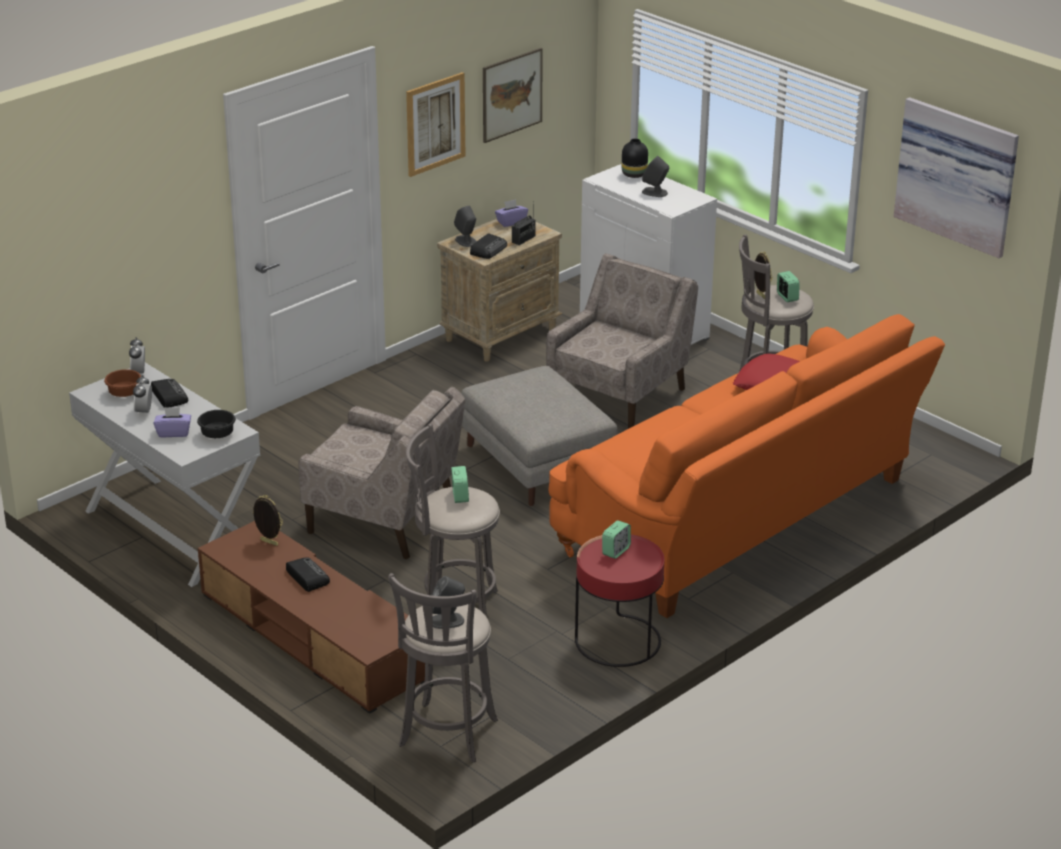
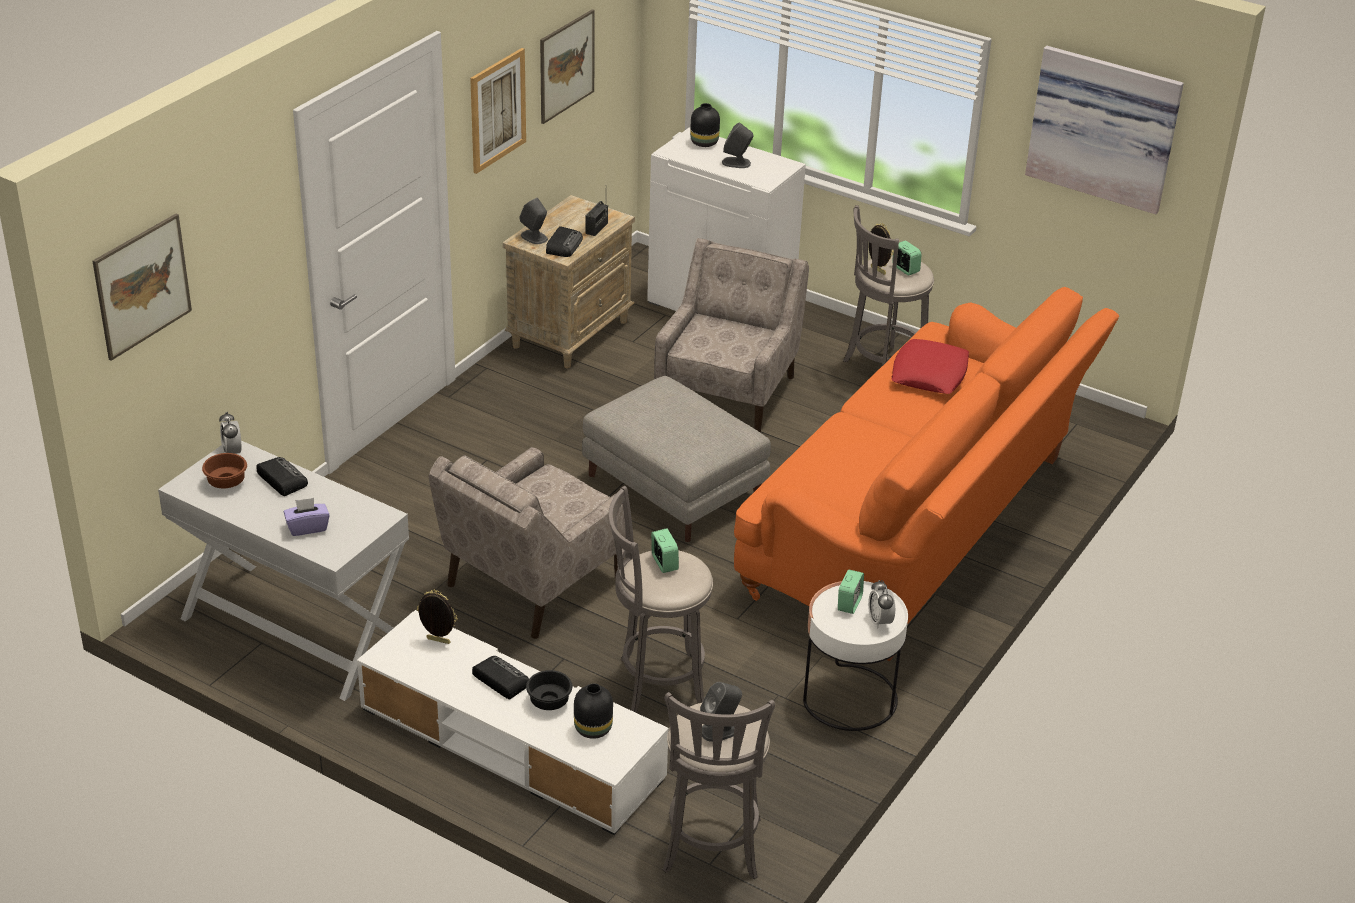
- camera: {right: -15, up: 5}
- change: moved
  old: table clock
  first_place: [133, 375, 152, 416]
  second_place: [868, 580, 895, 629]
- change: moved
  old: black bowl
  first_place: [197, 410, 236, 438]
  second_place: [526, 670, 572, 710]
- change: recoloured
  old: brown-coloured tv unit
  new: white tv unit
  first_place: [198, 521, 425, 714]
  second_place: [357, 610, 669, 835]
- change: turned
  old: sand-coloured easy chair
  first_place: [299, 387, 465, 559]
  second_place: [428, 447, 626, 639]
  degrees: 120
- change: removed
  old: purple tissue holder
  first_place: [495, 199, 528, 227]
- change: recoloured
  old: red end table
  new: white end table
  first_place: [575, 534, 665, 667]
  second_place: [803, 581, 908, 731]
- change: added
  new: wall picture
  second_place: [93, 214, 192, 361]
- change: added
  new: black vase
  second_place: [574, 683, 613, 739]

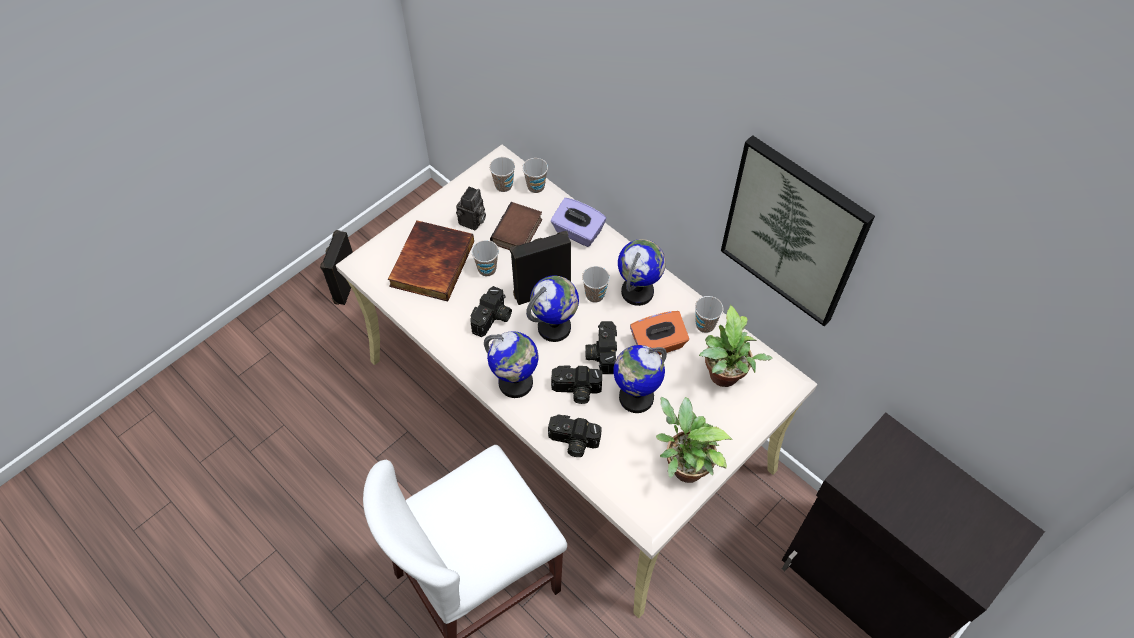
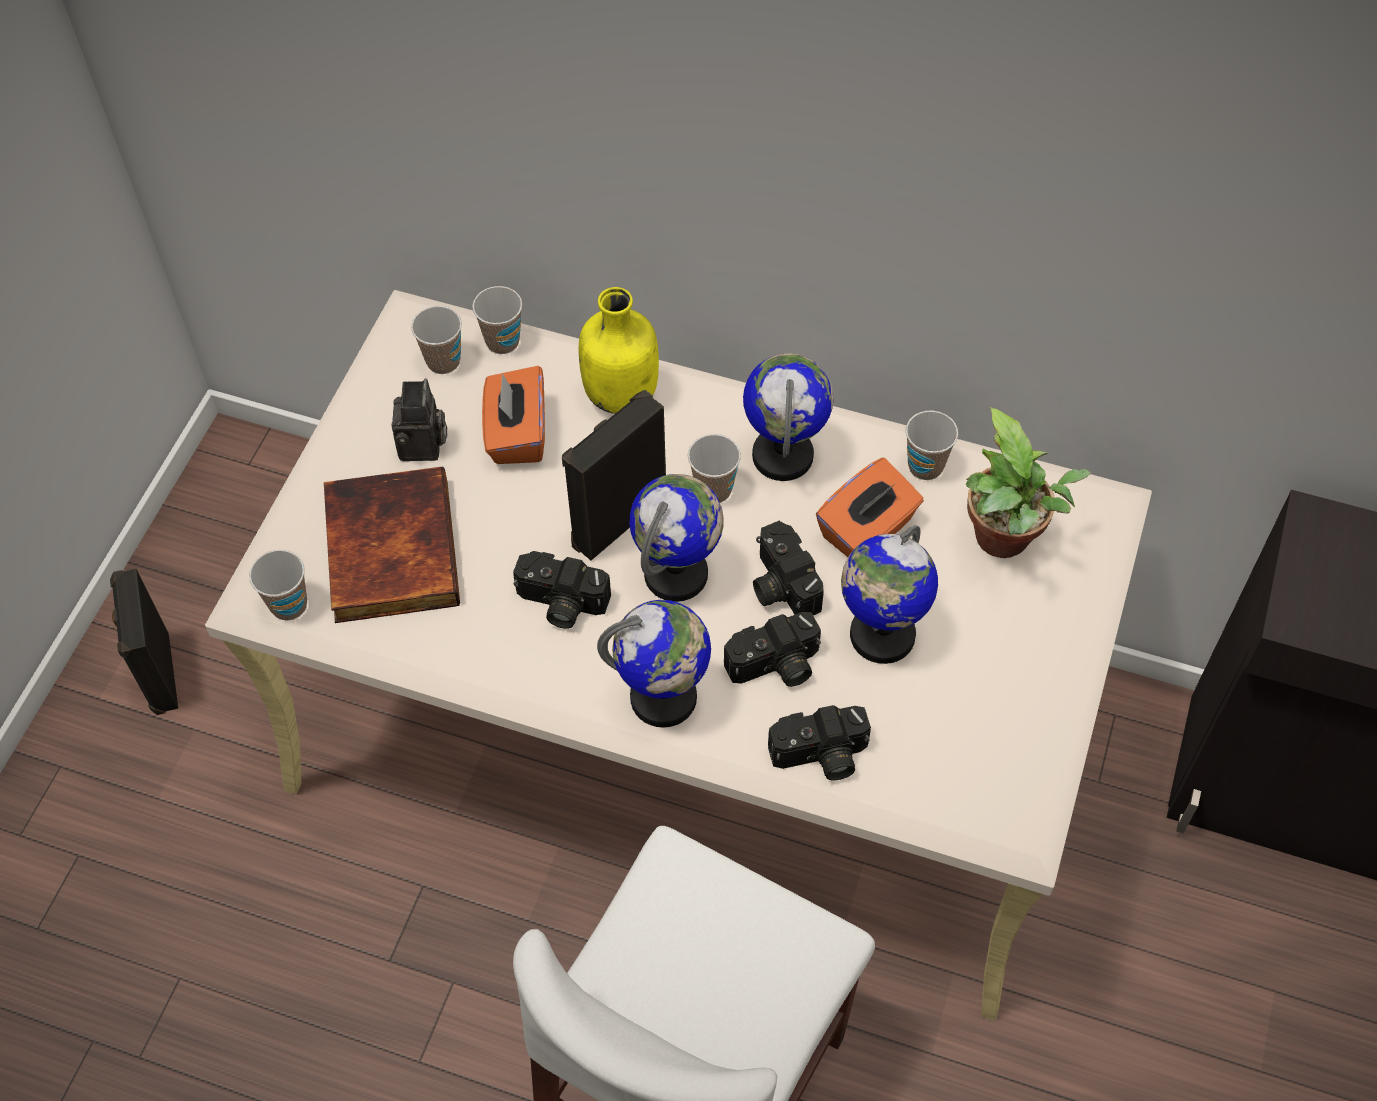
- camera: {right: -25, up: 0}
- change: moved
  old: cup
  first_place: [471, 240, 499, 276]
  second_place: [249, 550, 307, 621]
- change: turned
  old: photo camera
  first_place: [471, 286, 512, 337]
  second_place: [513, 551, 611, 629]
  degrees: 105
- change: replaced
  old: book
  new: orange tissue holder
  first_place: [490, 202, 542, 250]
  second_place: [482, 366, 545, 464]
- change: replaced
  old: purple tissue holder
  new: yellow beverage bottle
  first_place: [551, 198, 606, 247]
  second_place: [579, 287, 659, 414]
- change: removed
  old: houseplant
  first_place: [656, 397, 733, 483]
- change: removed
  old: wall picture
  first_place: [721, 135, 875, 326]

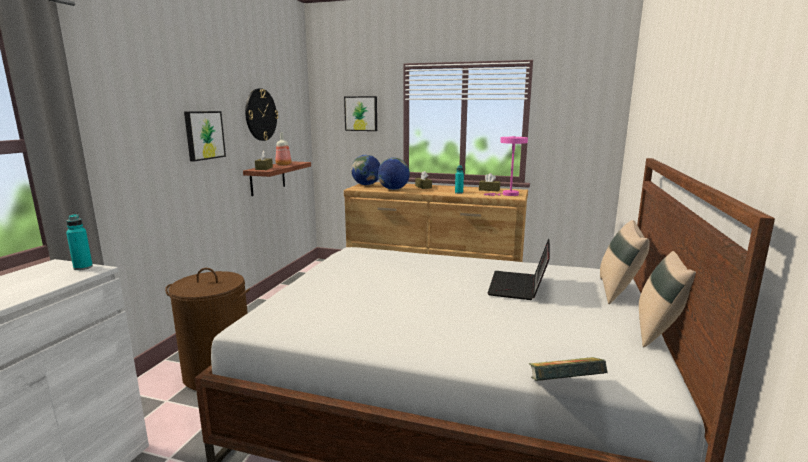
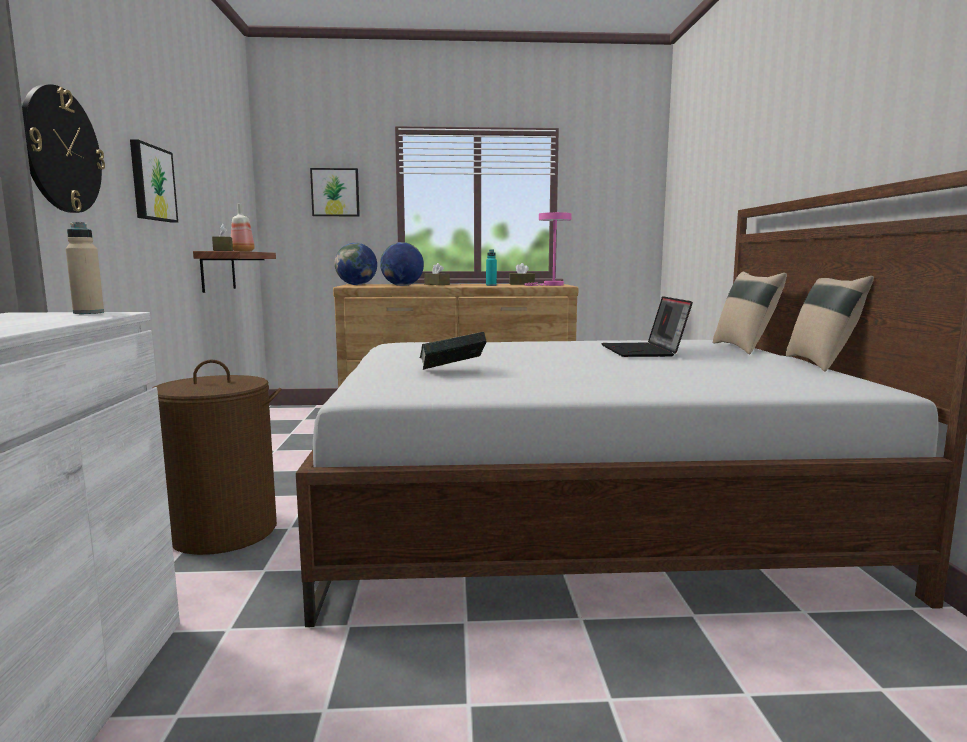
- camera: {right: -20, up: -5}
- change: recoloured
  old: turquoise beverage bottle
  new: sand-coloured beverage bottle
  first_place: [66, 214, 93, 270]
  second_place: [66, 222, 104, 314]
- change: moved
  old: clock on the wall
  first_place: [245, 88, 278, 141]
  second_place: [22, 84, 105, 213]
- change: moved
  old: book
  first_place: [529, 357, 607, 381]
  second_place: [420, 332, 487, 370]

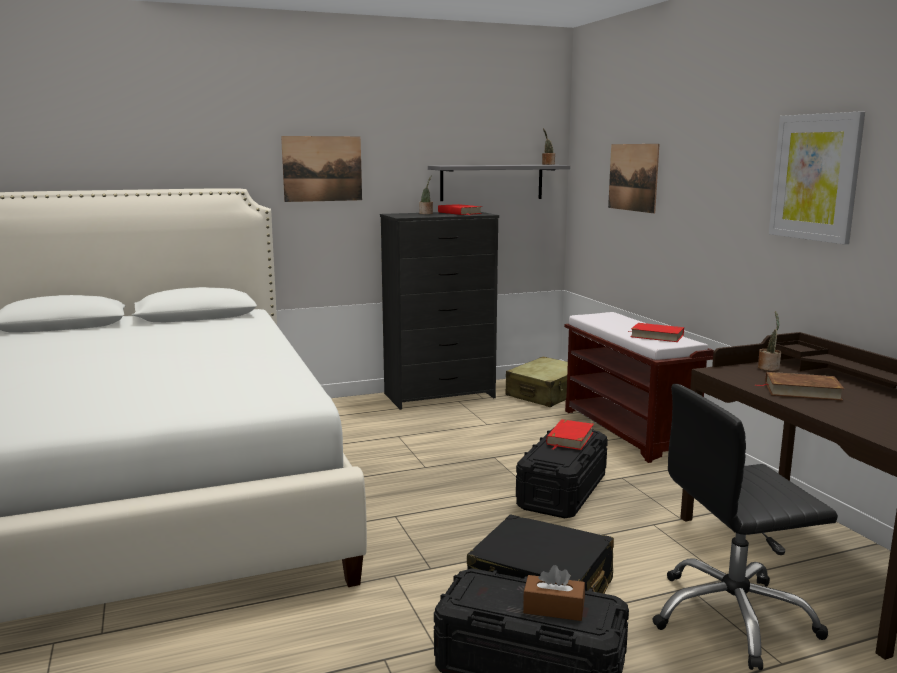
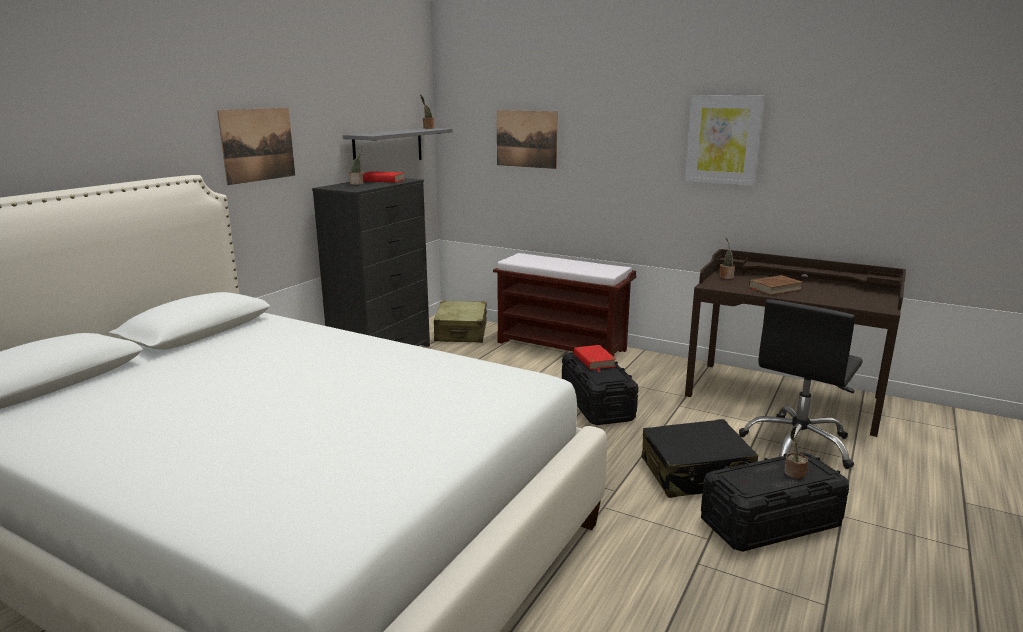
- camera: {right: -40, up: 5}
- change: replaced
  old: brown-coloured tissue holder
  new: houseplant
  first_place: [523, 565, 585, 621]
  second_place: [784, 426, 808, 479]
- change: removed
  old: red book
  first_place: [629, 323, 684, 342]

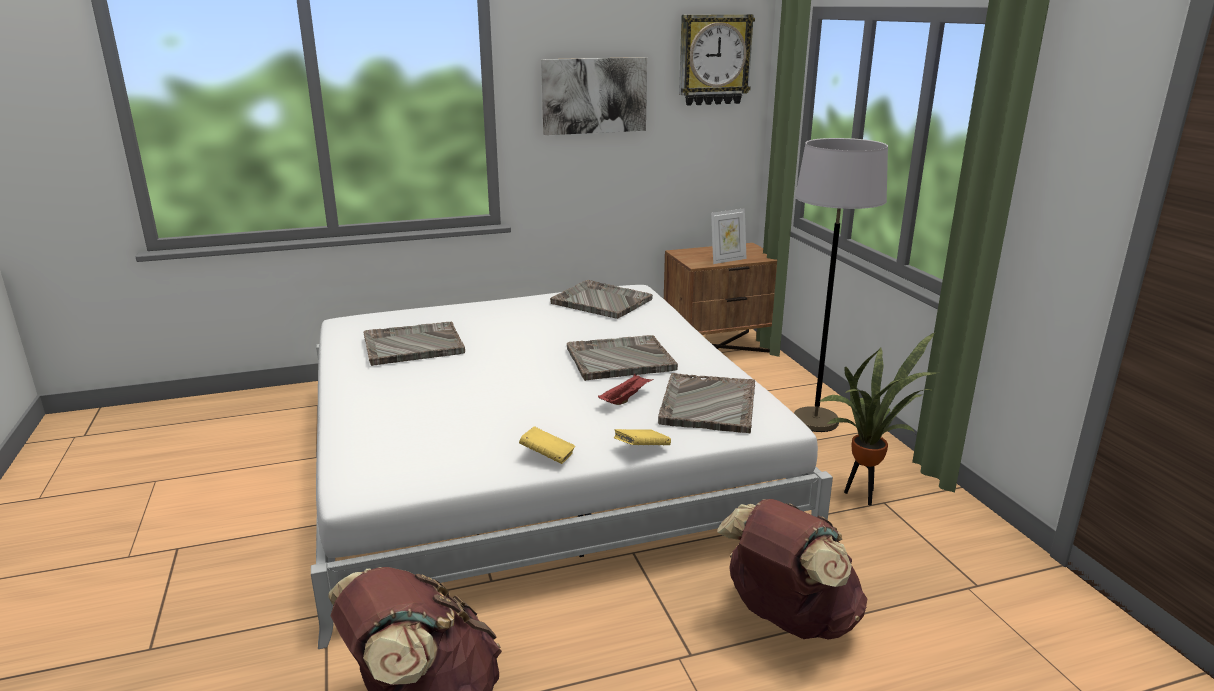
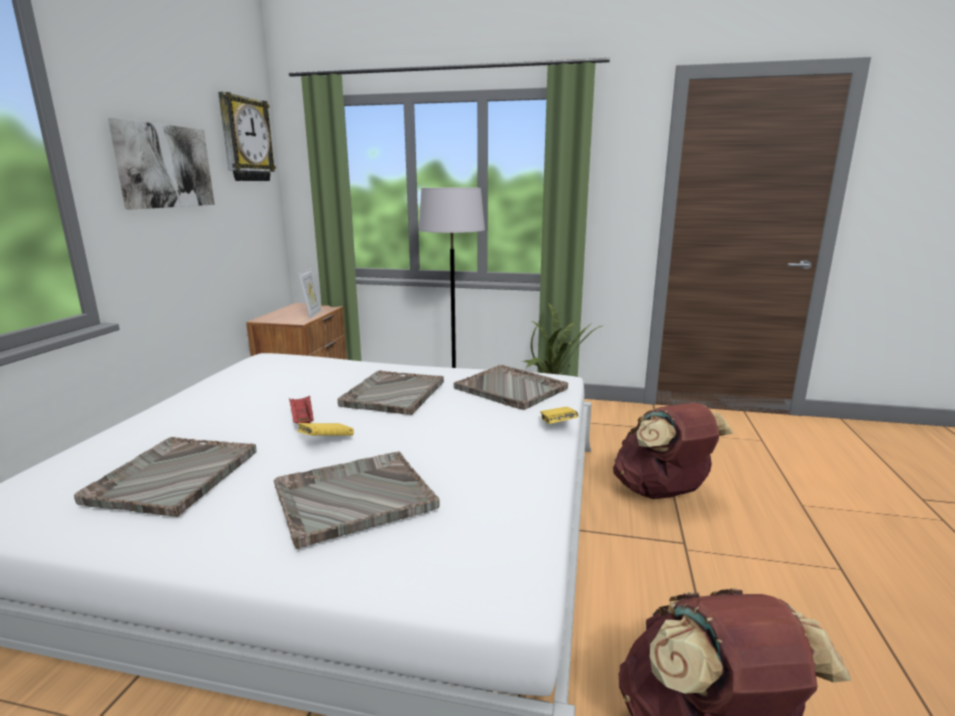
- camera: {right: -60, up: -5}
- change: moved
  old: yellow book
  first_place: [519, 426, 575, 464]
  second_place: [298, 423, 354, 436]
- change: moved
  old: grey carrying tray
  first_place: [550, 280, 653, 319]
  second_place: [274, 452, 439, 549]
- change: moved
  old: red carrying tray
  first_place: [598, 374, 653, 405]
  second_place: [289, 396, 314, 423]

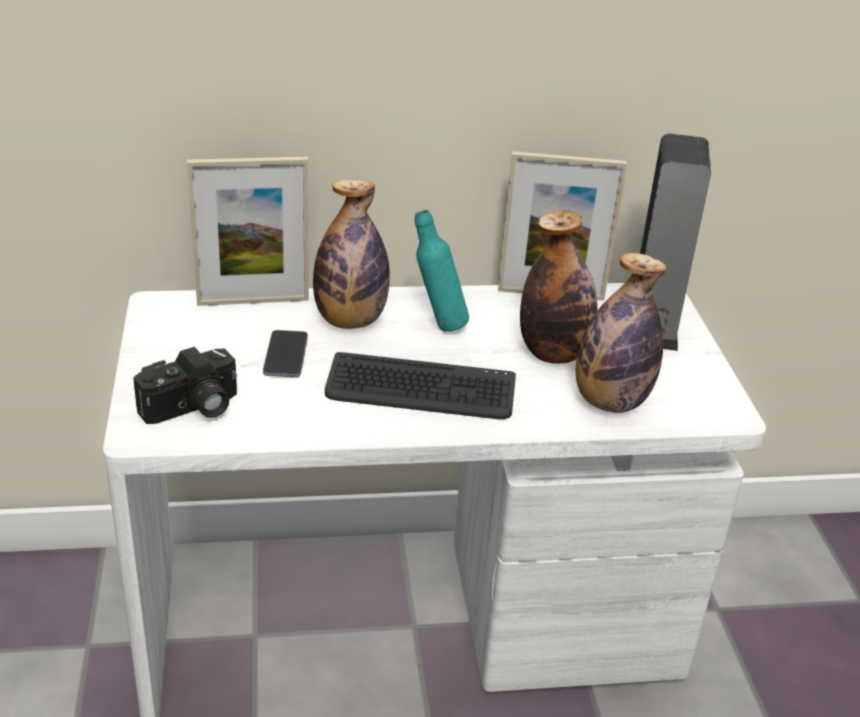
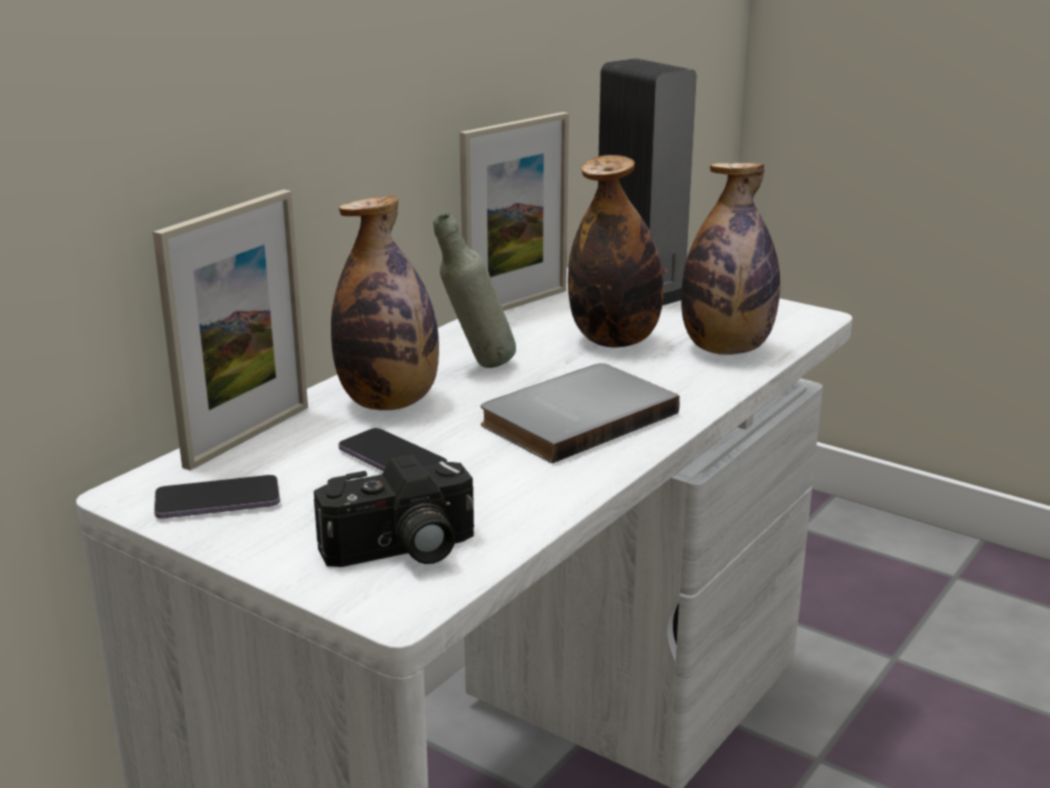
- camera: {right: -45, up: -10}
- change: turned
  old: photo camera
  first_place: [133, 347, 237, 424]
  second_place: [314, 454, 474, 567]
  degrees: 60
- change: replaced
  old: PC keyboard
  new: grey book
  first_place: [325, 352, 516, 419]
  second_place: [481, 363, 680, 463]
- change: recoloured
  old: turquoise beverage bottle
  new: grey beverage bottle
  first_place: [415, 210, 469, 332]
  second_place: [433, 213, 516, 368]
- change: added
  new: handset
  second_place: [154, 475, 280, 519]

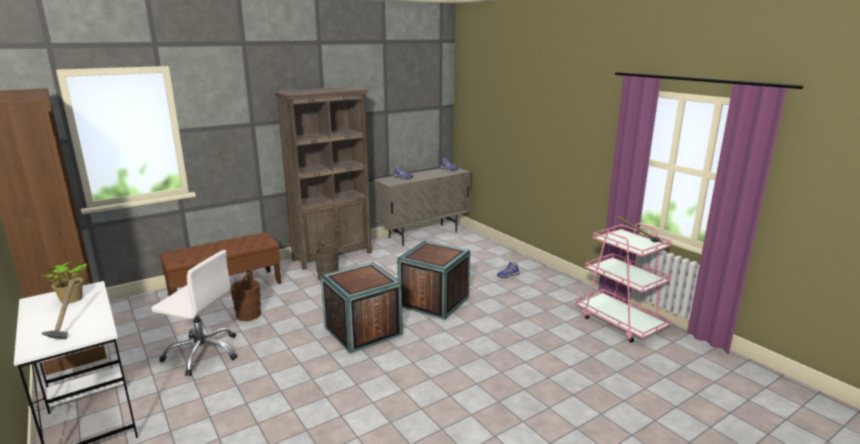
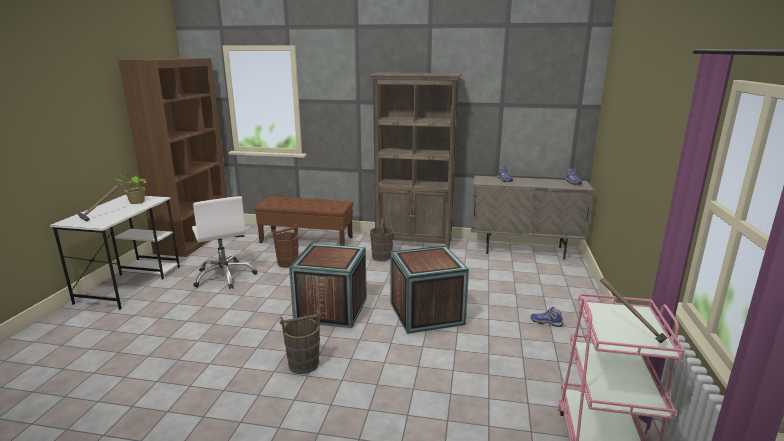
- camera: {right: 45, up: 0}
- change: added
  new: brown-coloured water bucket
  second_place: [279, 310, 321, 374]

